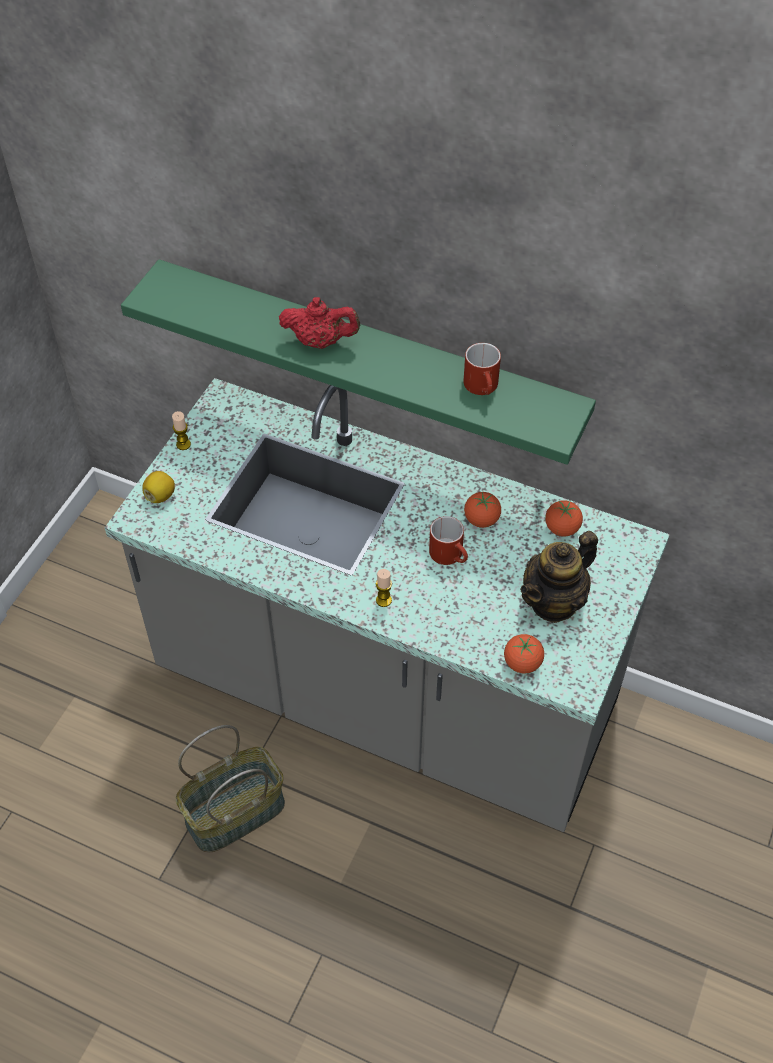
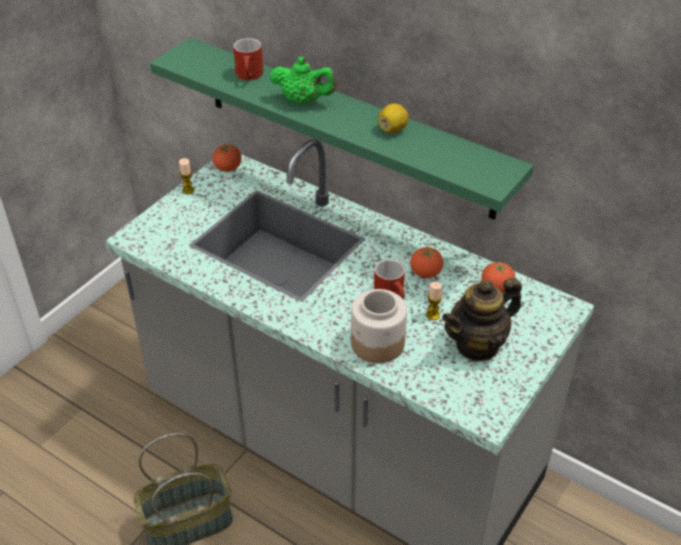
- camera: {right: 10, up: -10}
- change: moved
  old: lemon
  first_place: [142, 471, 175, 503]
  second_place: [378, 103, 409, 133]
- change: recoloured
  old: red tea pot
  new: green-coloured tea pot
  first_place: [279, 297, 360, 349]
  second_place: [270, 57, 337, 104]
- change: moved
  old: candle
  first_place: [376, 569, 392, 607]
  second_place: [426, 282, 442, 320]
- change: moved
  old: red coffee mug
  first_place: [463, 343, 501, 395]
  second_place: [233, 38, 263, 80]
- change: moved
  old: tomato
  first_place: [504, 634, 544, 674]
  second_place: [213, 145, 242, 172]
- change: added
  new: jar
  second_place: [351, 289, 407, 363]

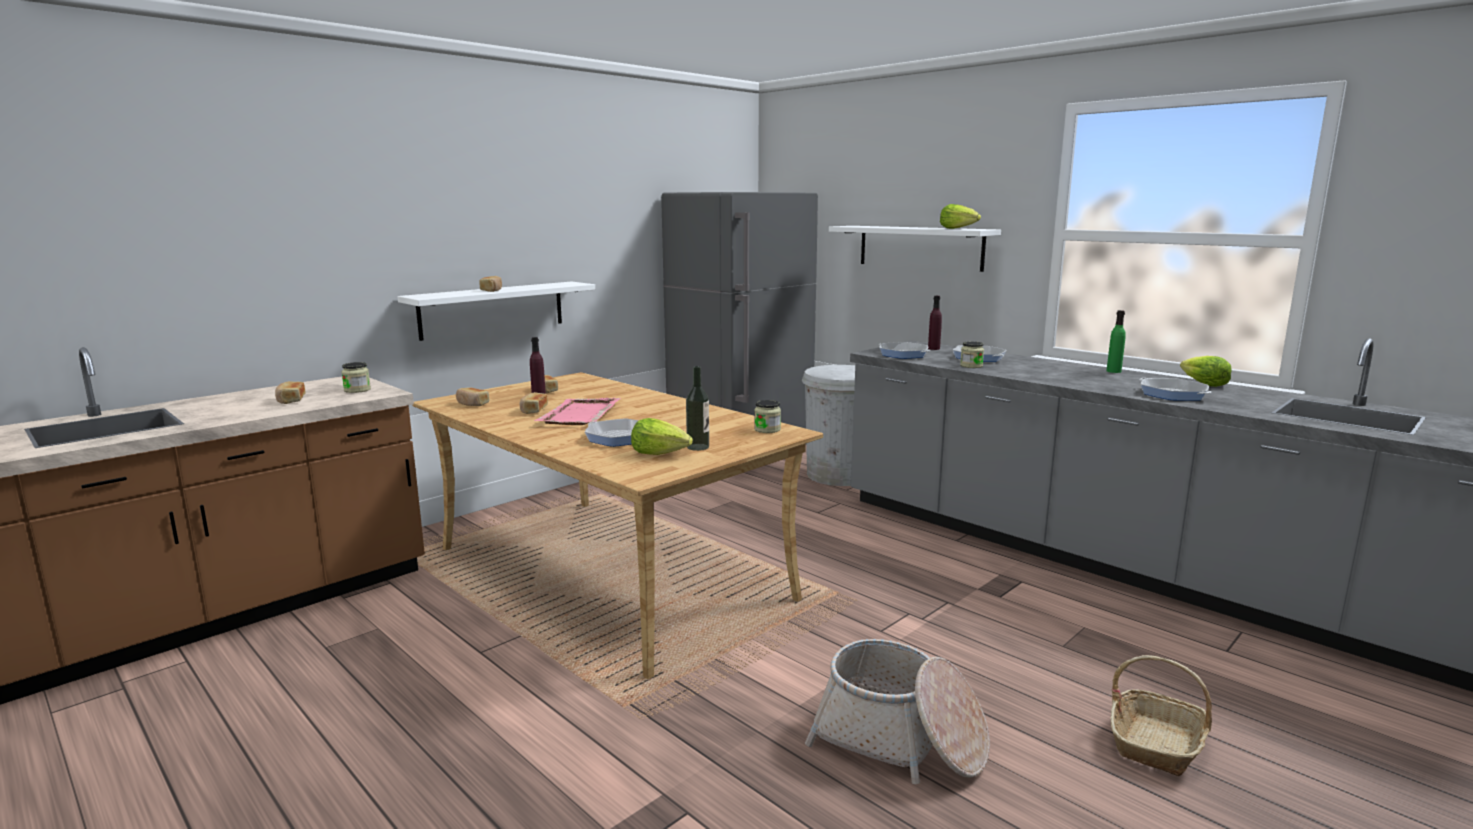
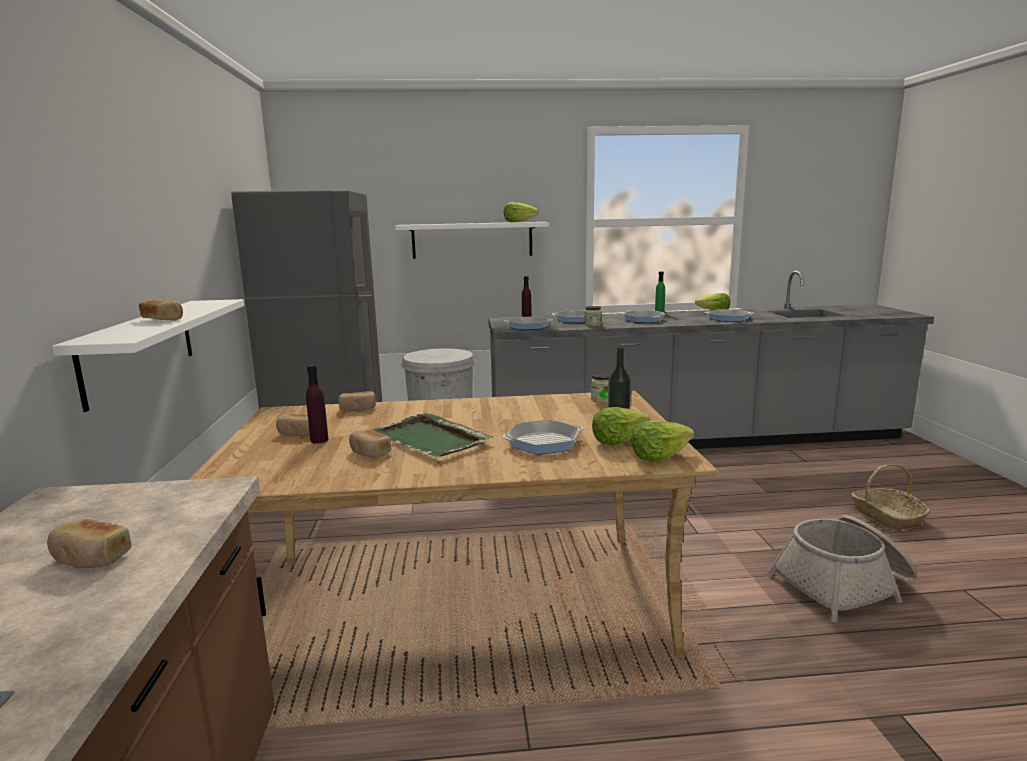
- camera: {right: -50, up: 0}
- change: removed
  old: jar
  first_place: [341, 362, 371, 393]
- change: moved
  old: bread
  first_place: [456, 387, 489, 406]
  second_place: [338, 391, 376, 411]
- change: recoloured
  old: pink-coloured carrying tray
  new: green-coloured carrying tray
  first_place: [534, 398, 621, 425]
  second_place: [372, 413, 493, 457]
- change: added
  new: pan
  second_place: [623, 310, 665, 323]
- change: added
  new: lettuce head
  second_place: [631, 420, 694, 462]

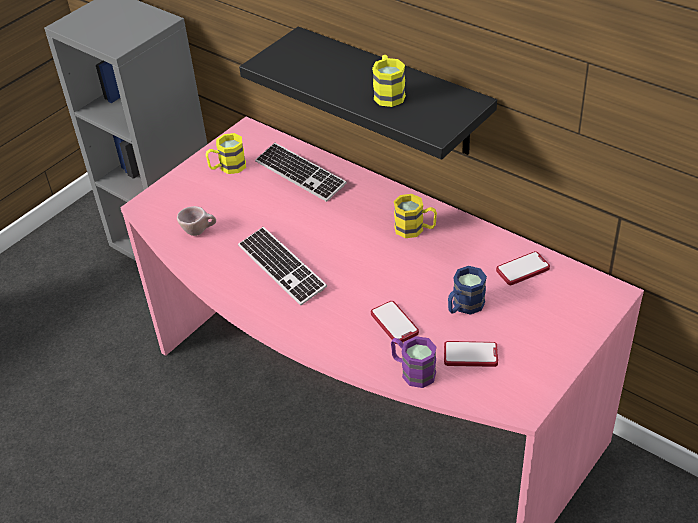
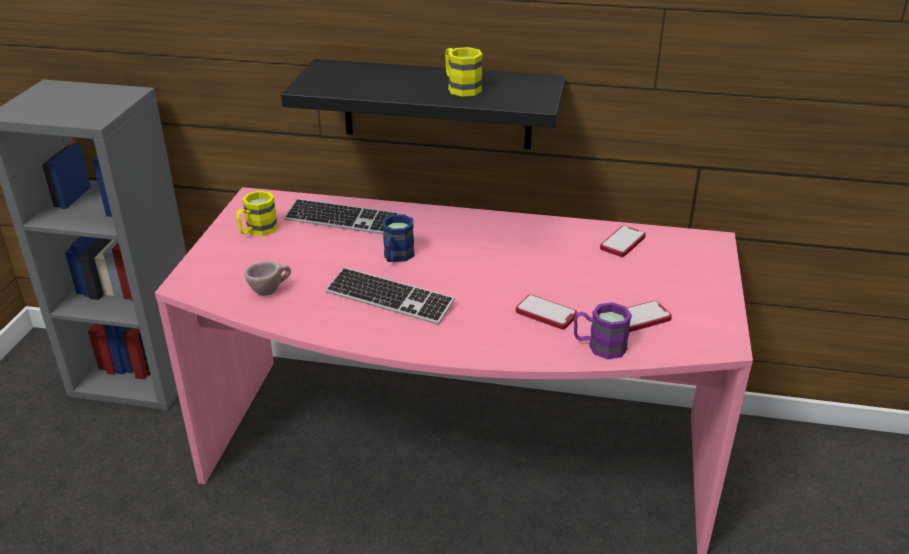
- camera: {right: -30, up: -10}
- change: removed
  old: yellow coffee mug
  first_place: [394, 194, 437, 238]
- change: moved
  old: blue-coloured coffee mug
  first_place: [448, 266, 487, 315]
  second_place: [382, 214, 415, 262]

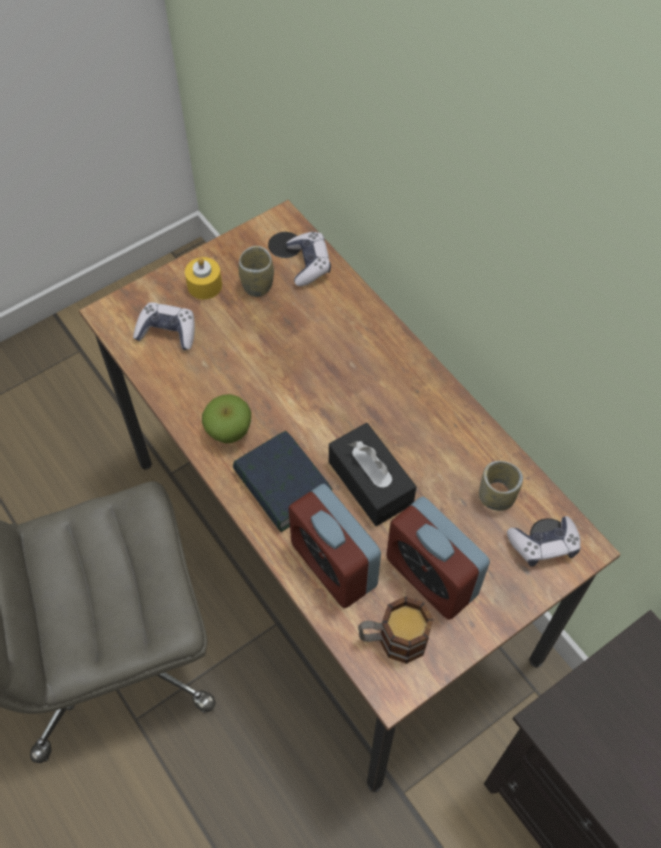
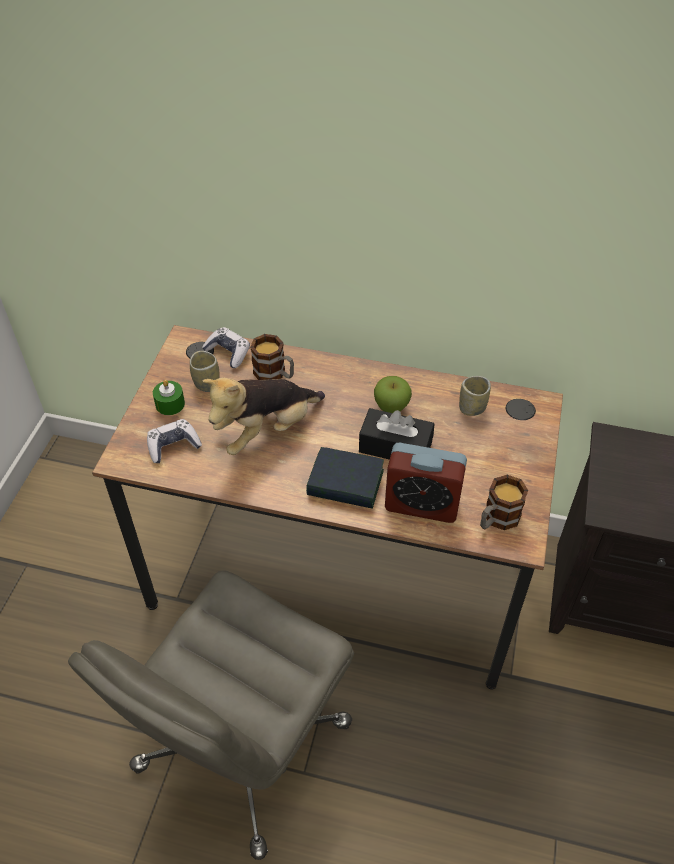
- camera: {right: -40, up: -10}
- change: recoloured
  old: yellow candle
  new: green-coloured candle
  first_place: [185, 257, 222, 299]
  second_place: [153, 380, 185, 415]
- change: moved
  old: apple
  first_place: [202, 394, 251, 443]
  second_place: [374, 376, 412, 413]
- change: removed
  old: table clock
  first_place: [386, 496, 490, 620]
- change: removed
  old: gamepad
  first_place: [507, 516, 581, 566]
- change: added
  new: soft toy
  second_place: [203, 378, 325, 455]
- change: added
  new: coffee mug
  second_place: [250, 334, 294, 380]

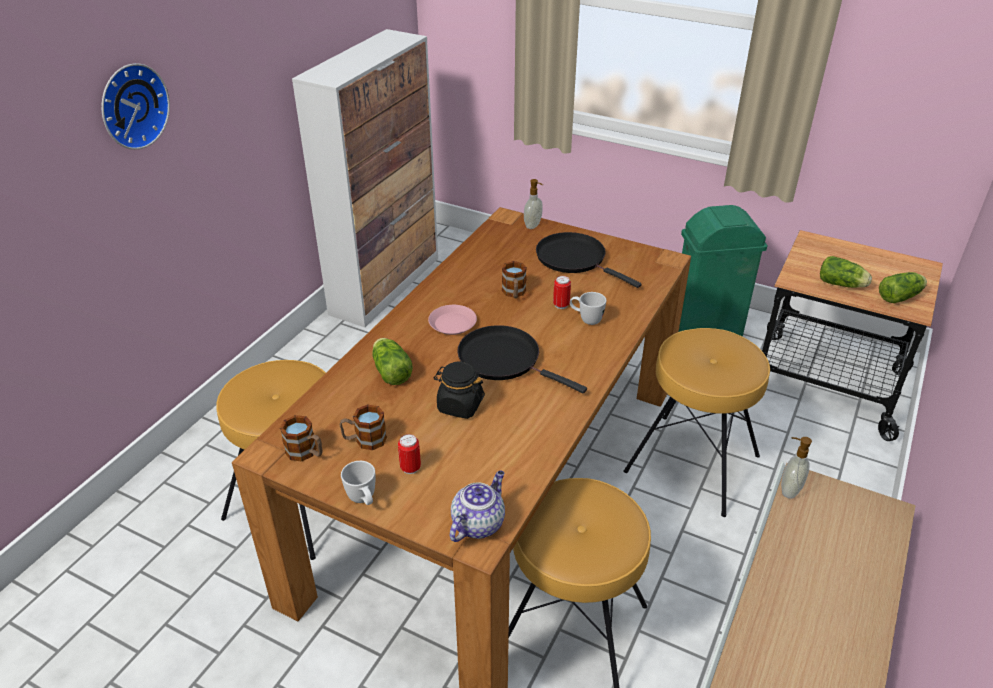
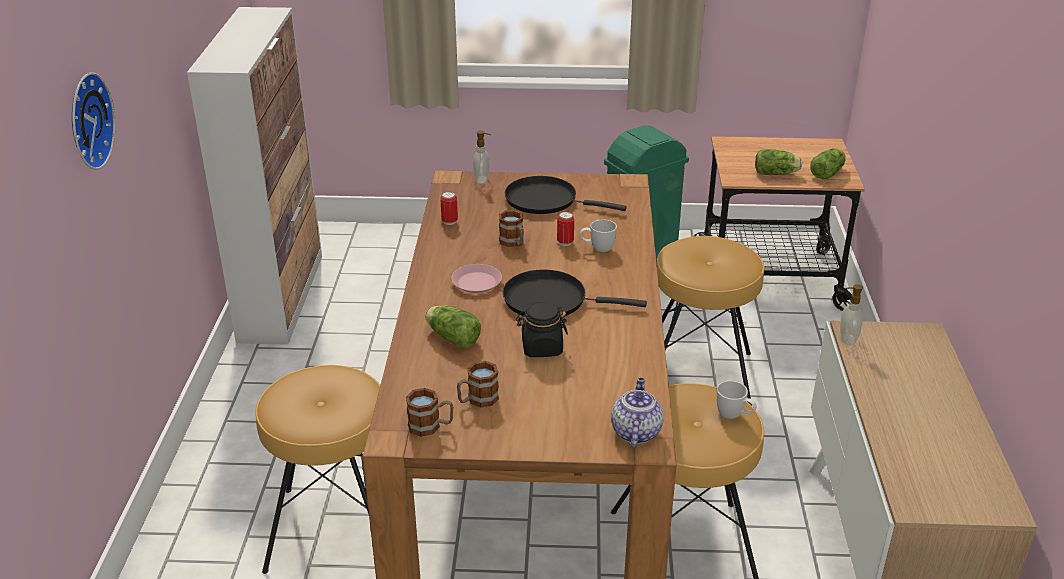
- camera: {right: -25, up: -5}
- change: moved
  old: white coffee mug
  first_place: [341, 461, 375, 505]
  second_place: [717, 381, 757, 419]
- change: moved
  old: metal can
  first_place: [398, 434, 421, 474]
  second_place: [441, 192, 458, 225]

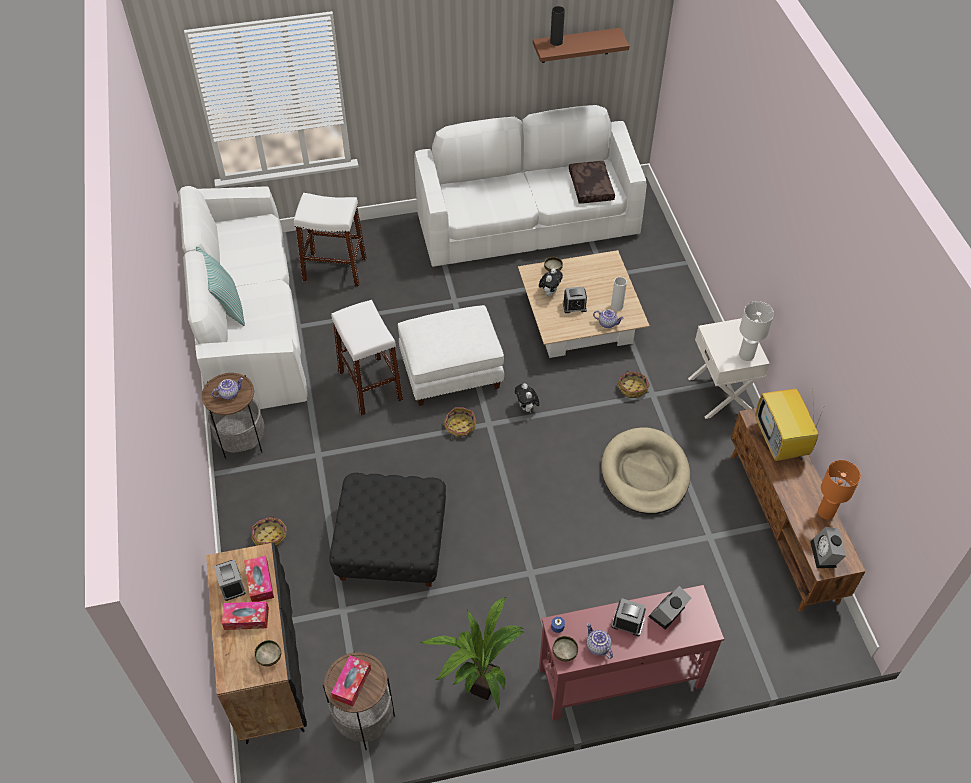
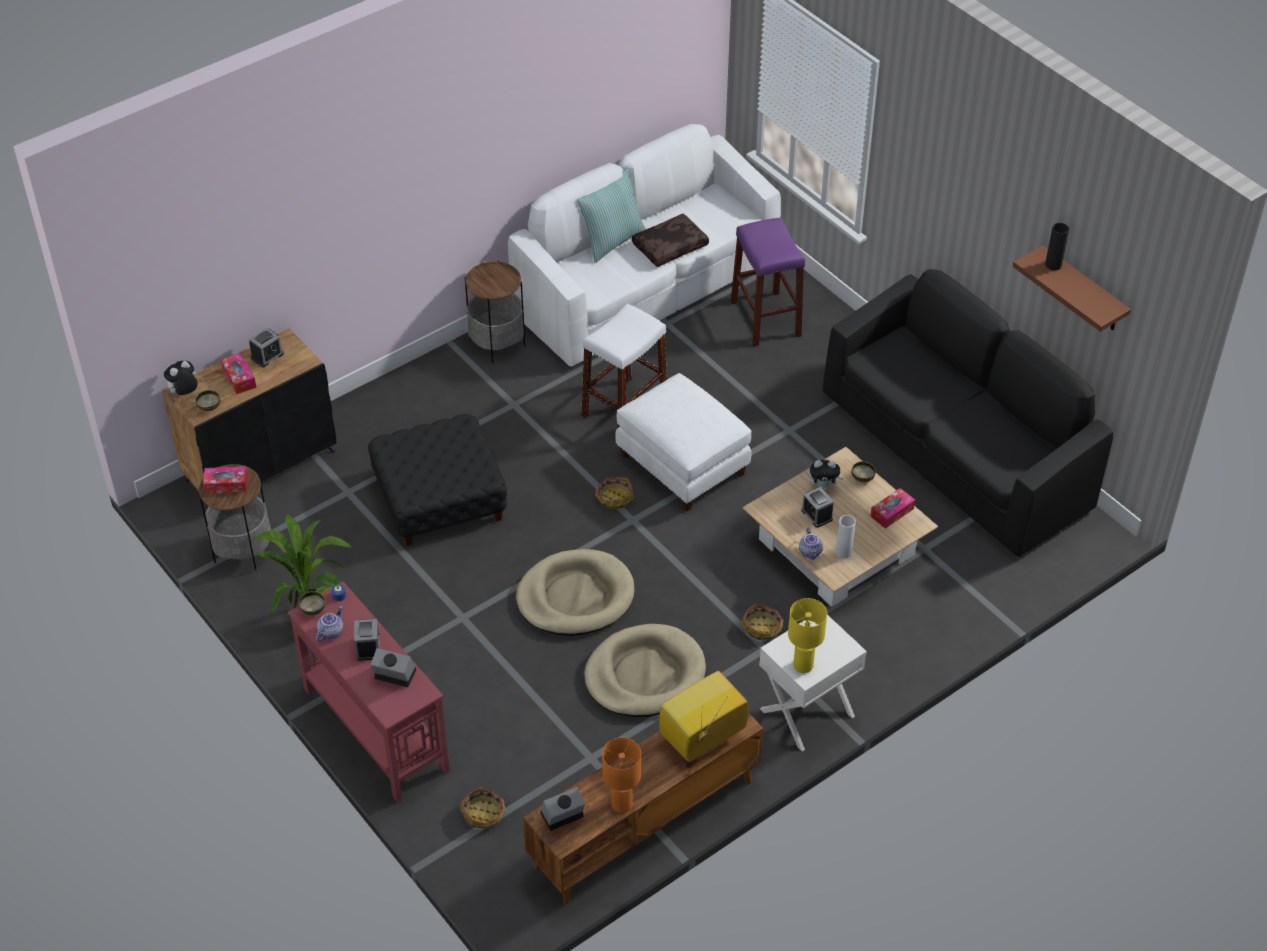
- camera: {right: 65, up: -5}
- change: removed
  old: tea pot
  first_place: [212, 378, 243, 400]
- change: moved
  old: tissue holder
  first_place: [244, 555, 274, 602]
  second_place: [870, 488, 915, 529]
- change: moved
  old: household basket
  first_place: [252, 515, 287, 547]
  second_place: [459, 787, 509, 829]
- change: recoloured
  old: white stool seat
  new: purple stool seat
  first_place: [294, 193, 367, 287]
  second_place: [731, 217, 805, 347]
- change: recoloured
  old: white couch
  new: black couch
  first_place: [414, 105, 647, 267]
  second_place: [823, 269, 1113, 557]
- change: moved
  old: soft toy
  first_place: [515, 383, 539, 413]
  second_place: [164, 361, 198, 395]
- change: moved
  old: brown-coloured pillow
  first_place: [569, 161, 615, 204]
  second_place: [632, 214, 709, 267]
- change: recoloured
  old: white table lamp
  new: yellow table lamp
  first_place: [739, 301, 774, 361]
  second_place: [788, 598, 827, 673]
- change: added
  new: sand-coloured dog bed
  second_place: [516, 549, 634, 636]

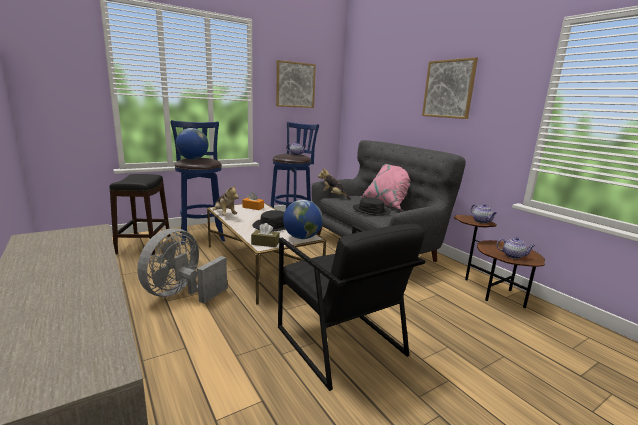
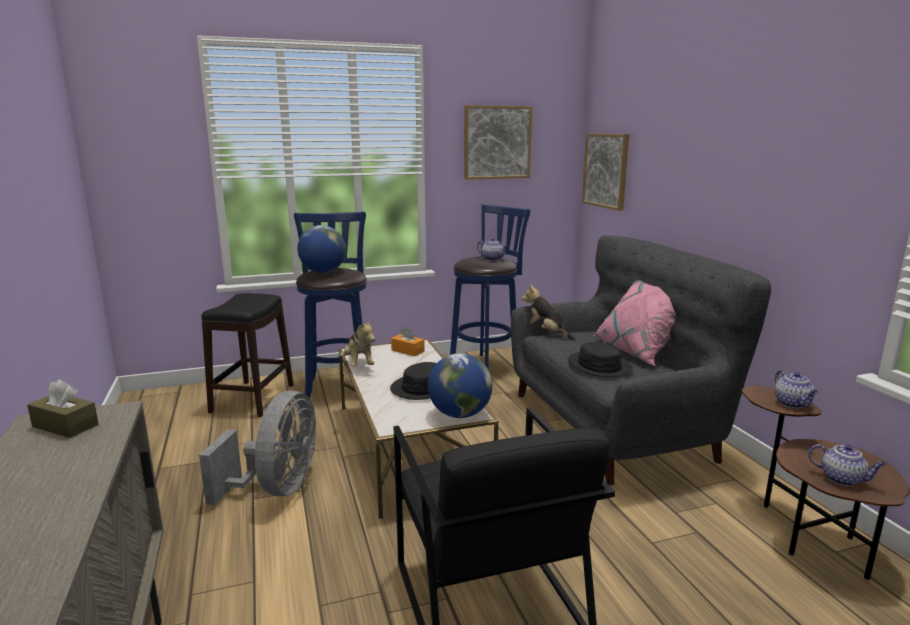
- camera: {right: 15, up: 0}
- change: turned
  old: grey fan
  first_place: [137, 228, 227, 304]
  second_place: [199, 391, 316, 505]
  degrees: 150
- change: moved
  old: brown-coloured tissue holder
  first_place: [251, 223, 280, 247]
  second_place: [27, 380, 99, 438]
- change: moved
  old: wall picture
  first_place: [422, 57, 478, 119]
  second_place: [582, 134, 629, 211]

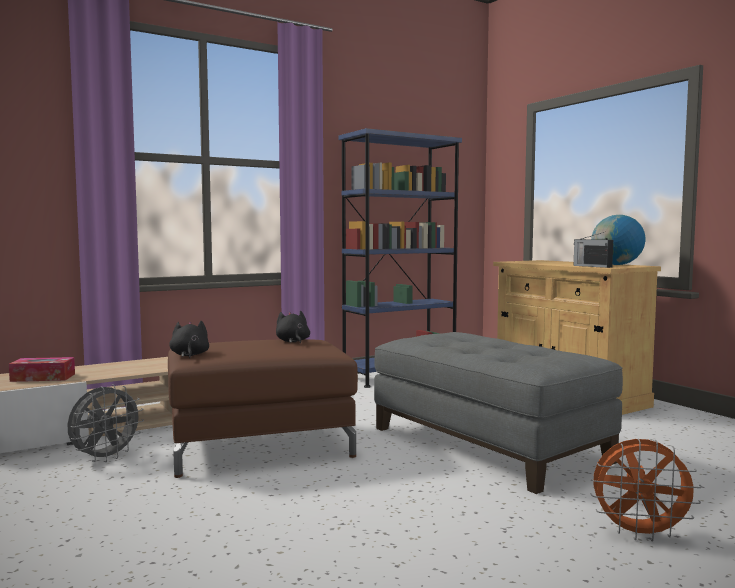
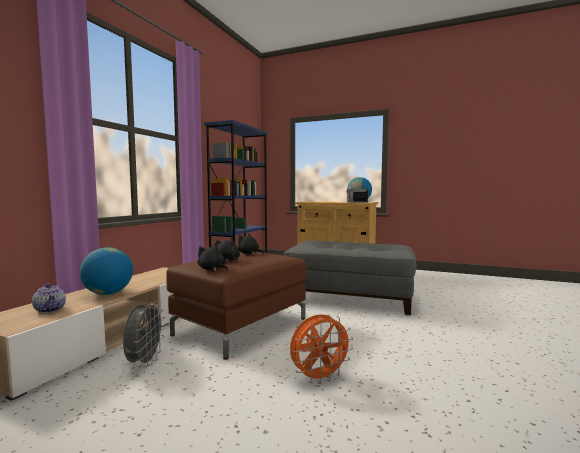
- camera: {right: -35, up: 0}
- change: replaced
  old: tissue holder
  new: tea pot
  first_place: [9, 357, 75, 382]
  second_place: [32, 283, 66, 313]
- change: moved
  old: orange fan
  first_place: [591, 439, 702, 542]
  second_place: [290, 314, 354, 384]
- change: added
  new: world globe
  second_place: [79, 247, 133, 295]
- change: added
  new: black soft toy
  second_place: [215, 238, 240, 262]

